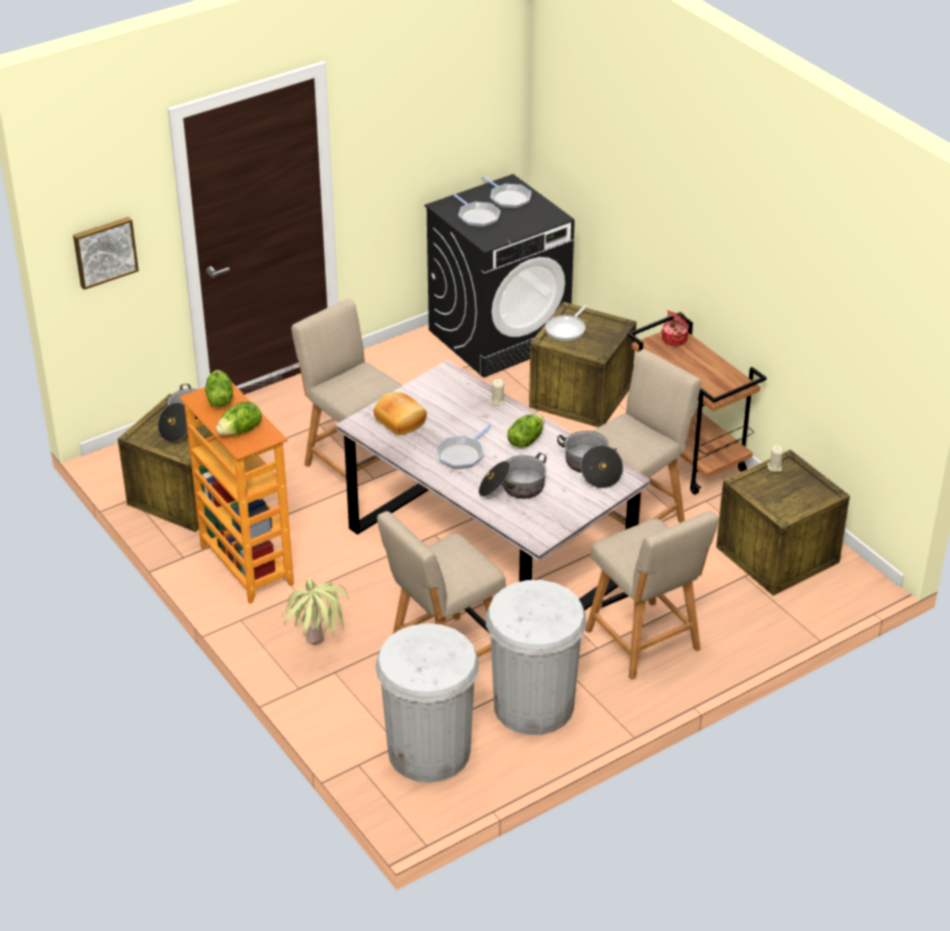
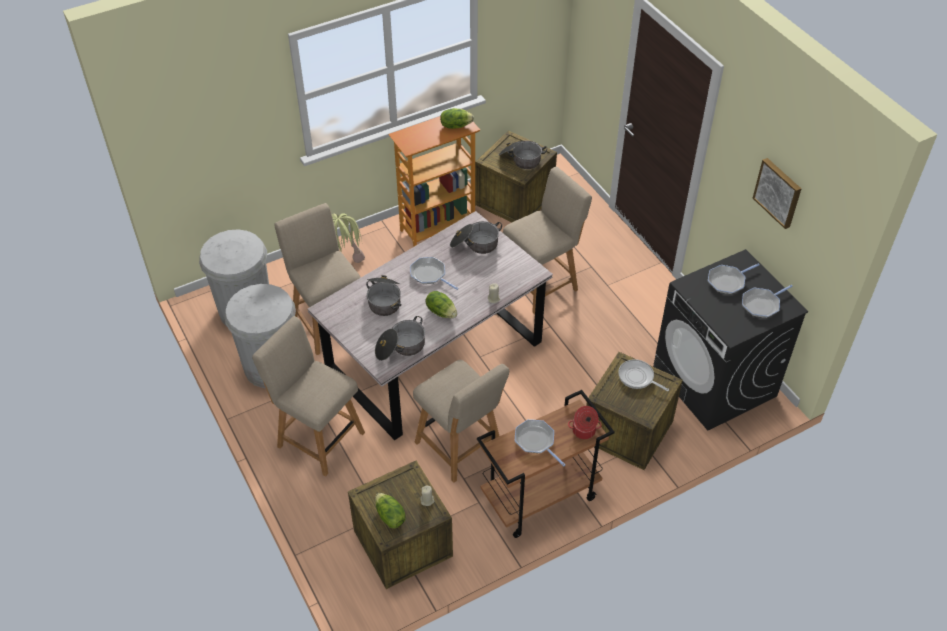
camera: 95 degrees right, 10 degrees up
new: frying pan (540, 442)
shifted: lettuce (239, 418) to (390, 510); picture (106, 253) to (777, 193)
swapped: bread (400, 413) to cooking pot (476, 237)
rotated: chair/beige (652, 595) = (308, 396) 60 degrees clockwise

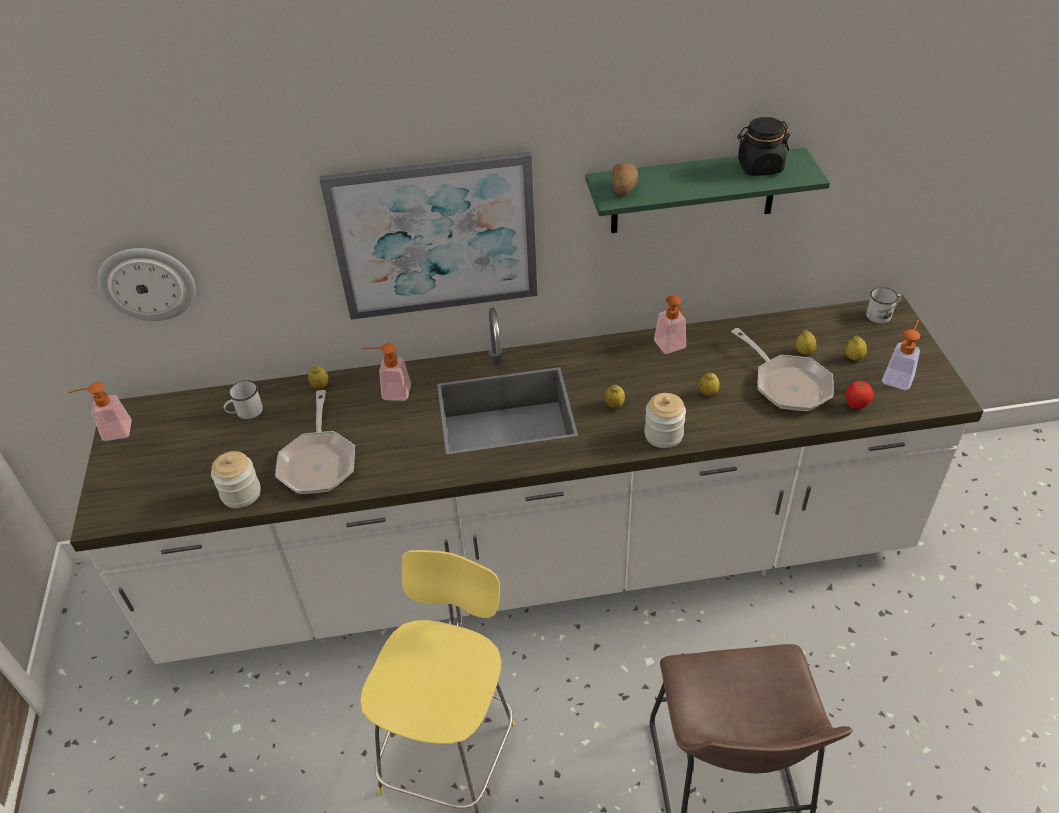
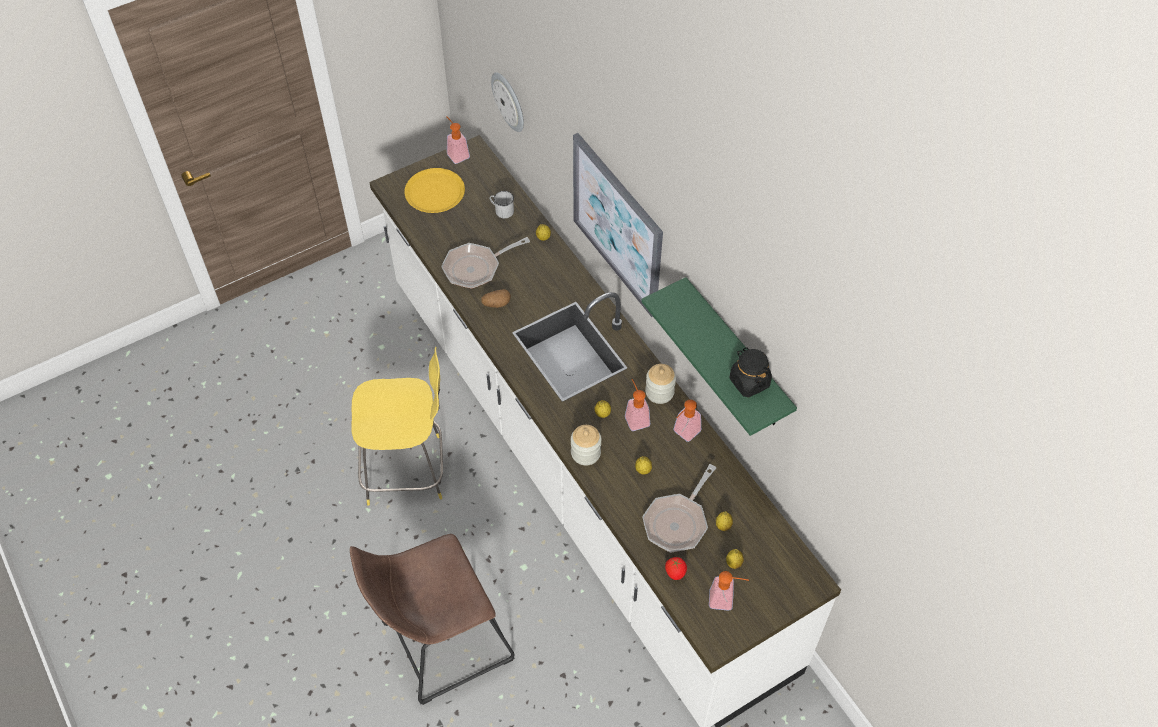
camera: 65 degrees right, 10 degrees up
gone: mug/white (884, 305)
new: plate/yellow (434, 190)
shifted: potato (625, 179) to (496, 298); soap dispenser (386, 372) to (637, 405); jar (236, 479) to (660, 384)

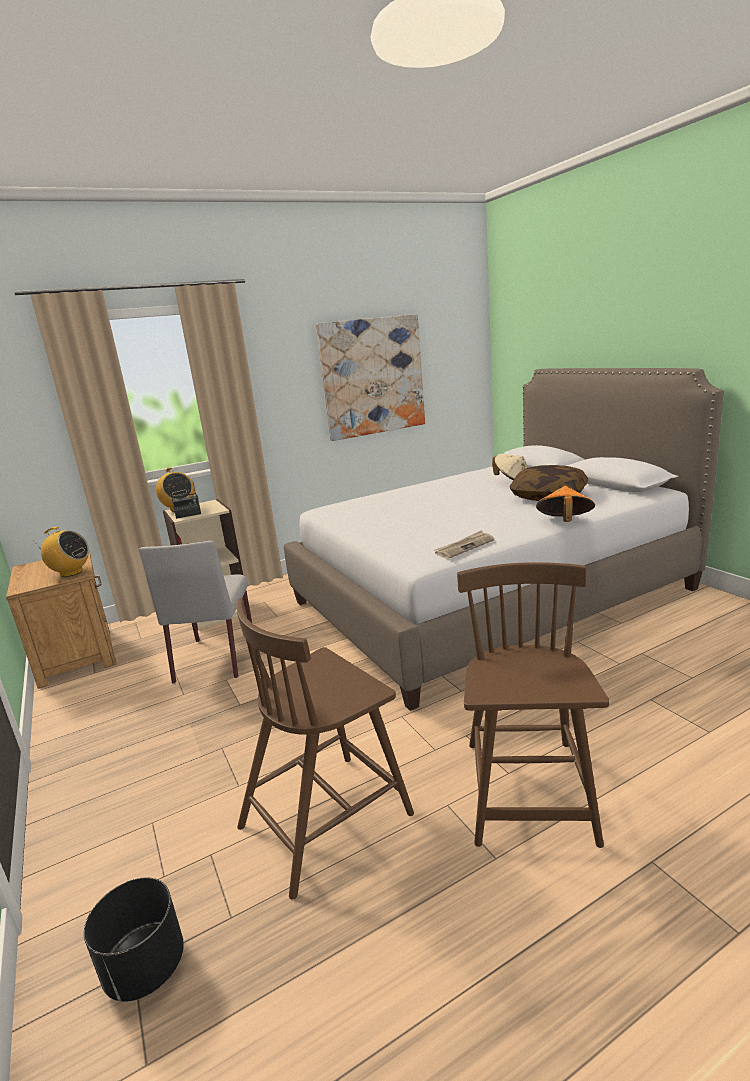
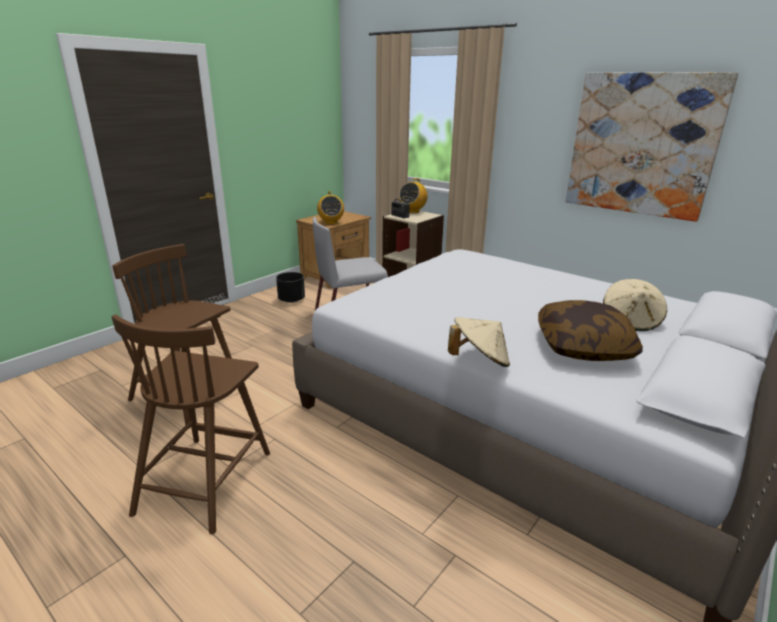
camera: 65 degrees right, 5 degrees up
gone: newspaper (465, 545)
shifted: planter/black (134, 940) to (290, 287)
repainted: hat/orange (565, 504) to hat/beige (479, 342)
rotated: chair/brown (533, 705) = (191, 424) 120 degrees clockwise

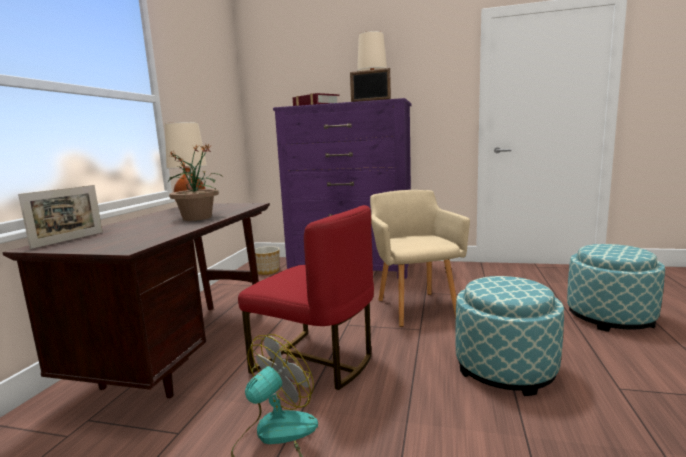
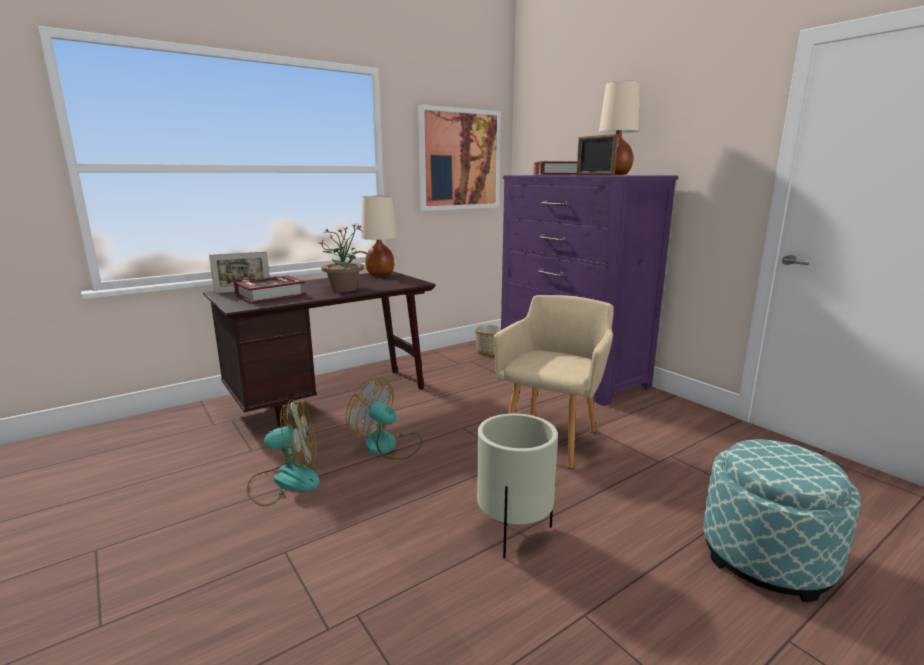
camera: 40 degrees right, 5 degrees up
new: book (270, 289); picture (459, 158)
swapped: chair/red (306, 297) to fan (384, 419); ottoman (509, 336) to planter/beige (517, 486)

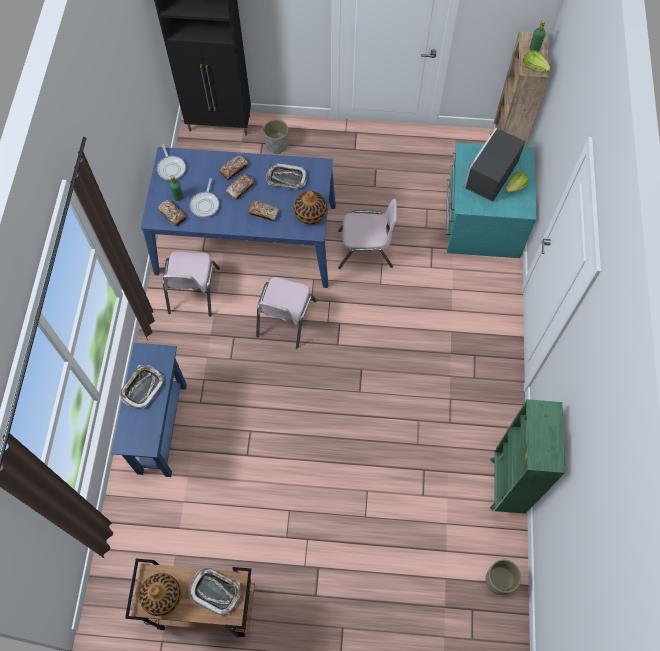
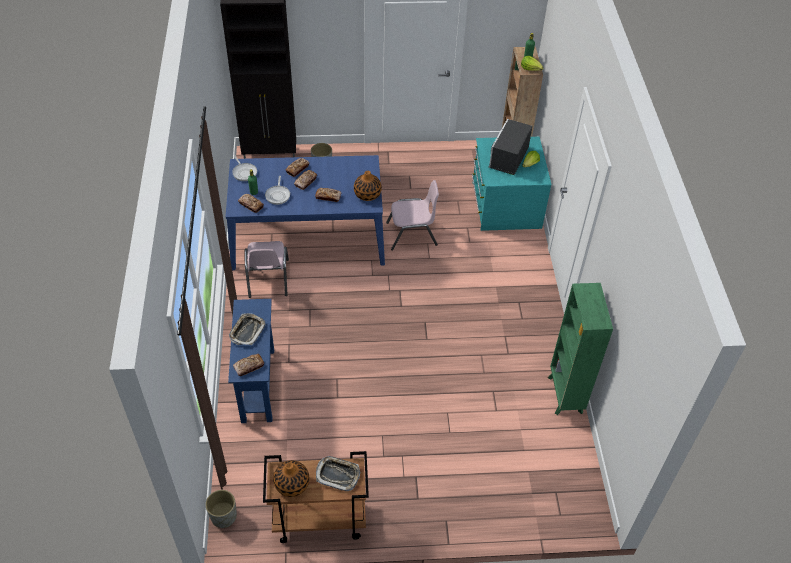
camera: 10 degrees left, 15 degrees down
gone: chair/pink (286, 312); tray (286, 176)
new: bread (248, 365)
shifted: planter/grey (503, 577) to (221, 509)

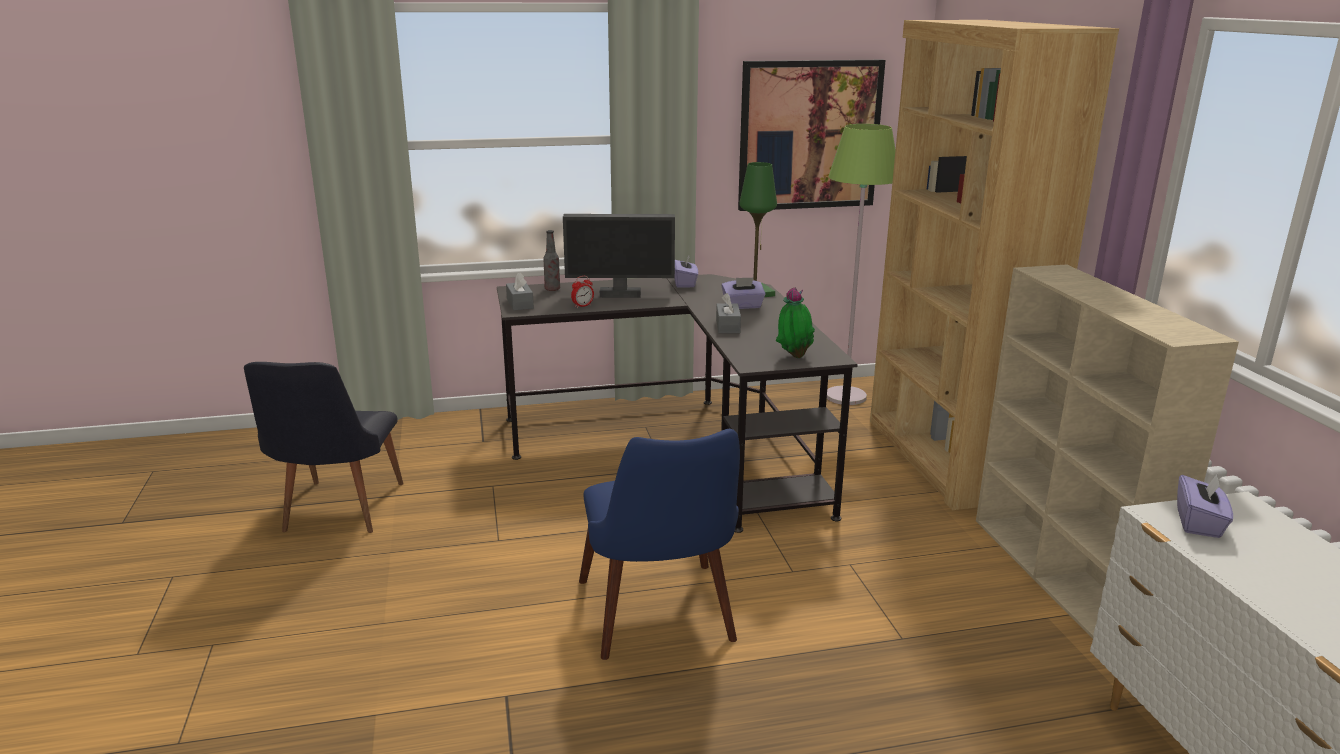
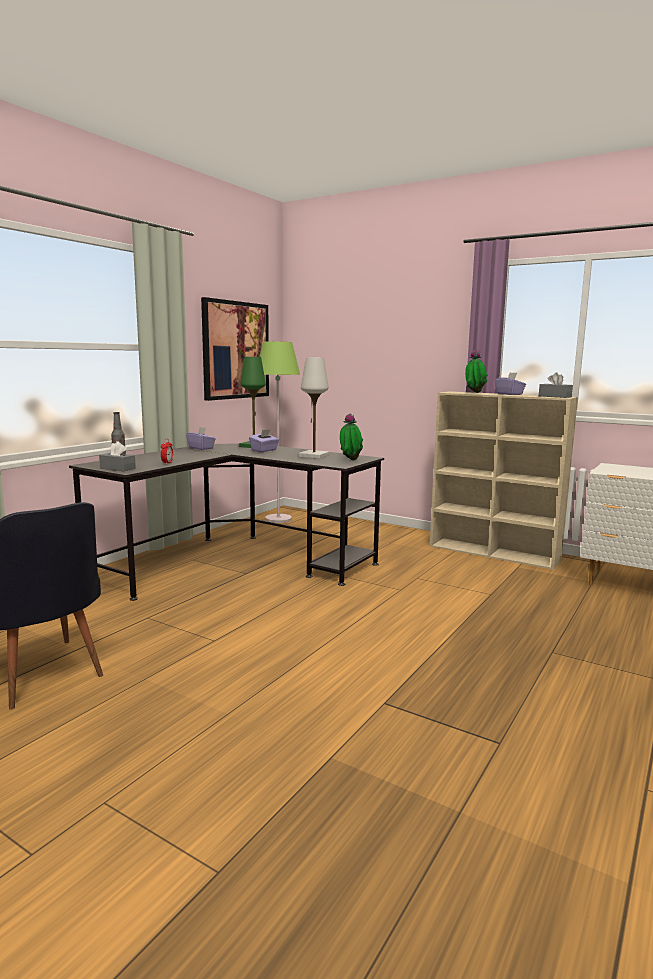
camera: 45 degrees left, 10 degrees down
gone: monitor (619, 256); chair/blue (659, 544); bookcase/brown (994, 265)
new: table lamp/white (314, 408); potted plant (476, 371)
shifted: tissue box/purple (1205, 506) to (510, 384); tissue box/grey (728, 313) to (556, 385)

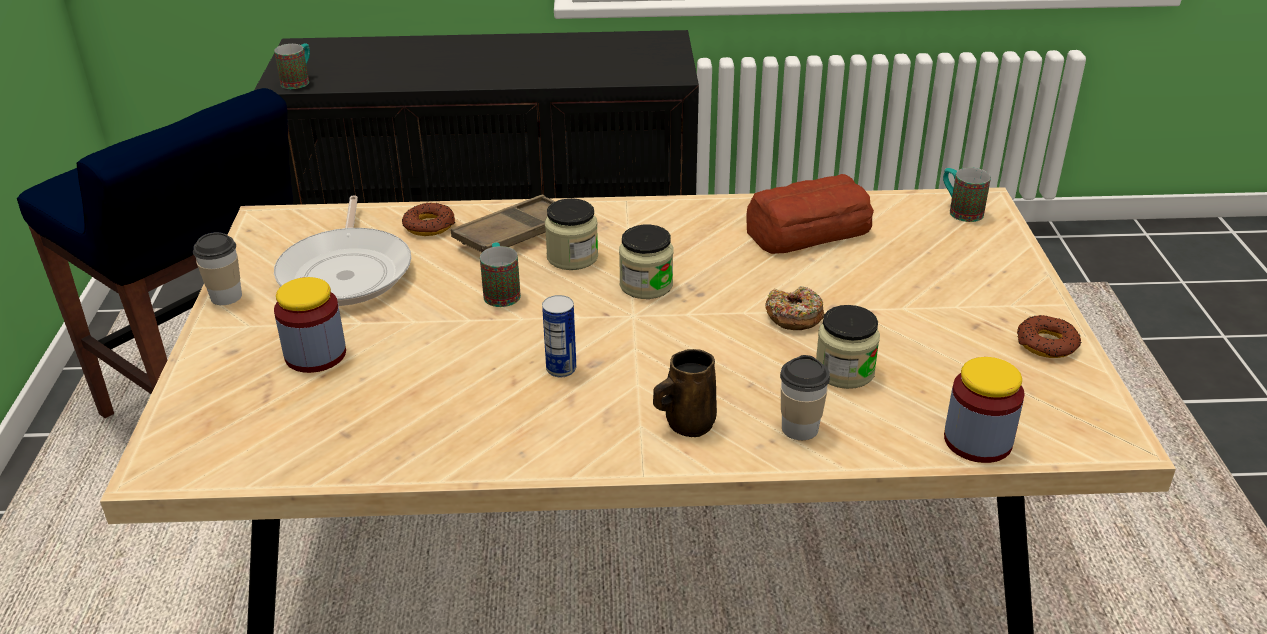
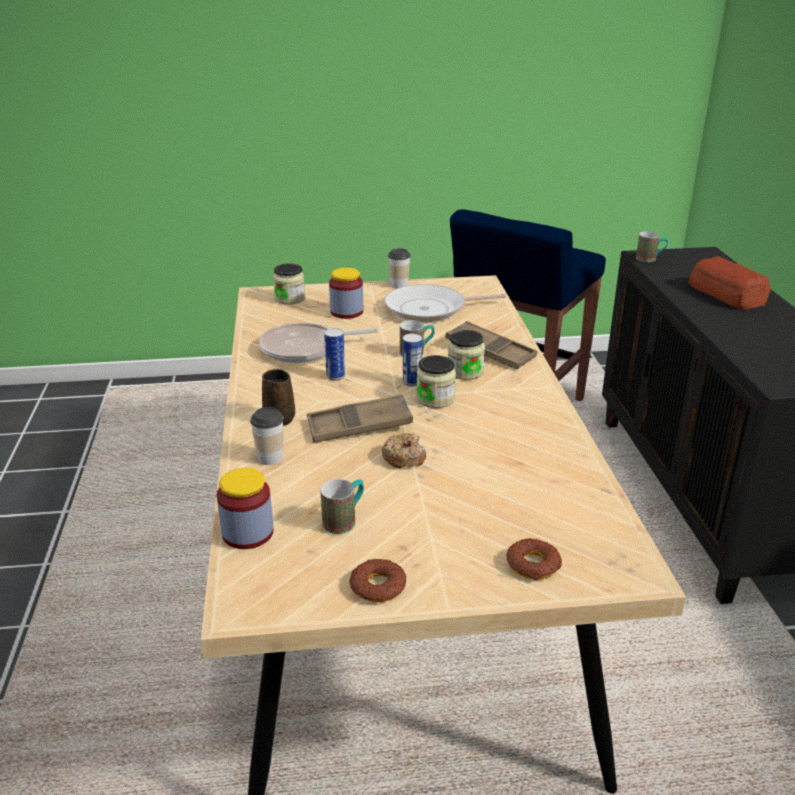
camera: 85 degrees right, 5 degrees down
new: frying pan (319, 342); tray/brown (360, 418); can (412, 360)
shifted: jar (848, 347) to (289, 284); mug (967, 194) to (342, 506); donut (428, 219) to (534, 559); bread (810, 214) to (730, 283)

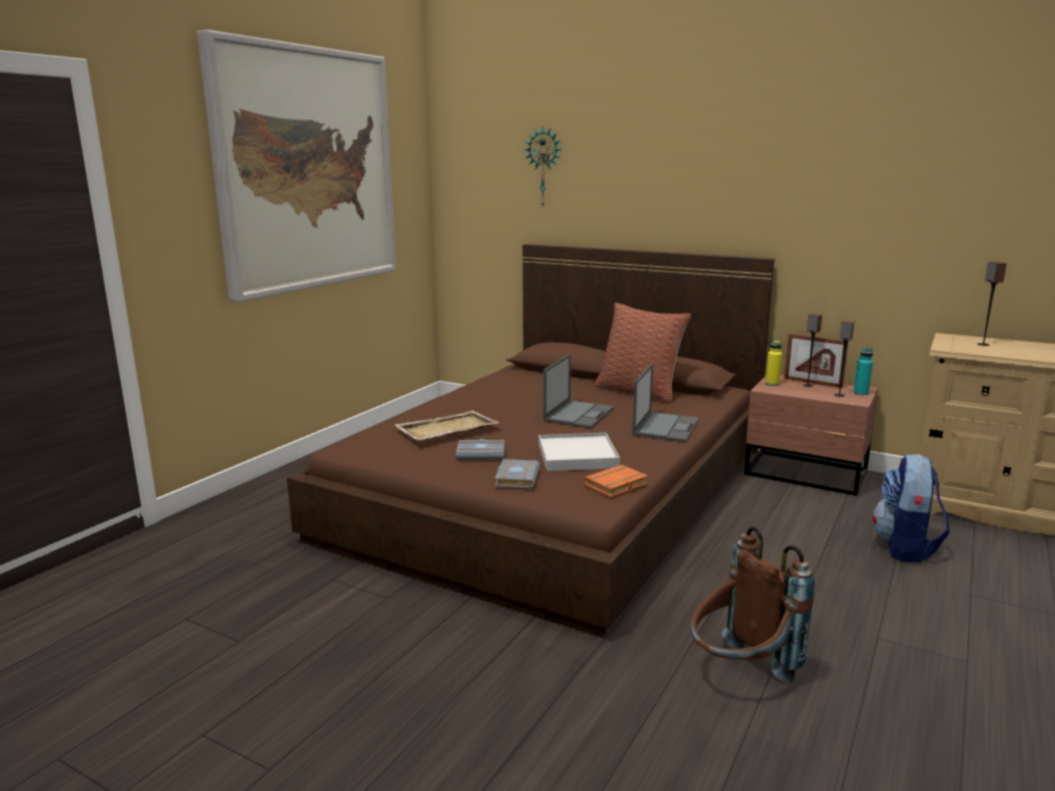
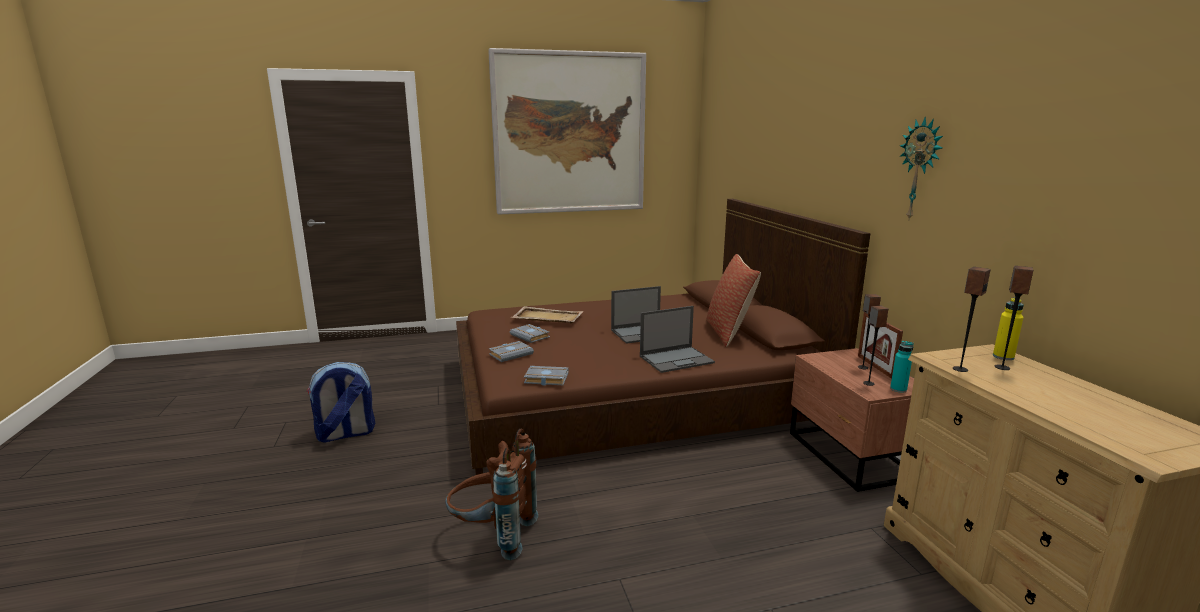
camera: 45 degrees right, 0 degrees up
gone: tray/white (579, 452)
new: speaker (972, 319)
shifted: backpack (911, 508) to (341, 402); wall clock (543, 167) to (921, 168); bottle/yellow (773, 363) to (1008, 328)
repainted: book/orange (616, 481) to book/grey (546, 375)

